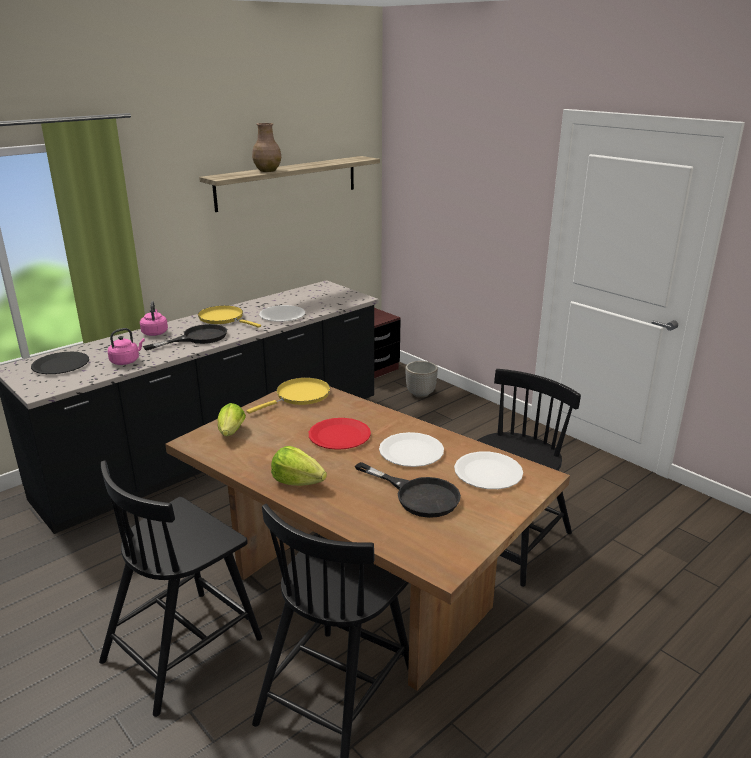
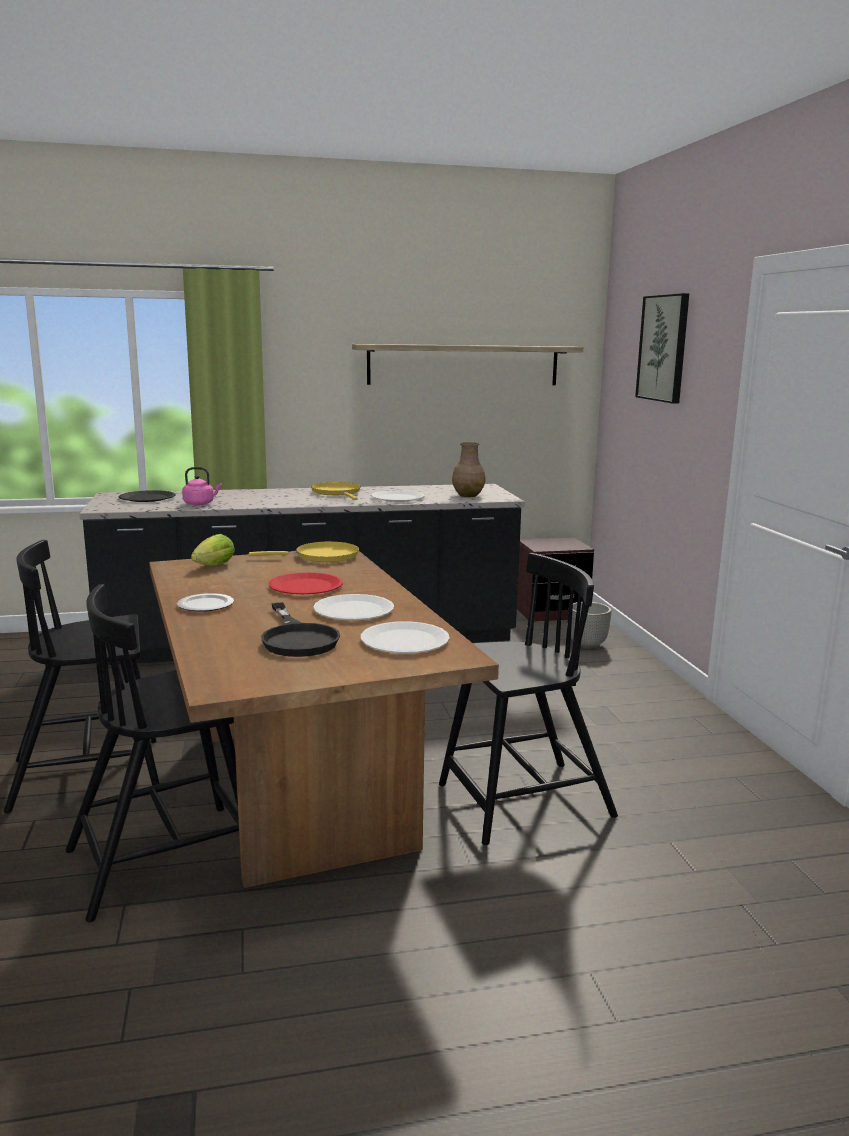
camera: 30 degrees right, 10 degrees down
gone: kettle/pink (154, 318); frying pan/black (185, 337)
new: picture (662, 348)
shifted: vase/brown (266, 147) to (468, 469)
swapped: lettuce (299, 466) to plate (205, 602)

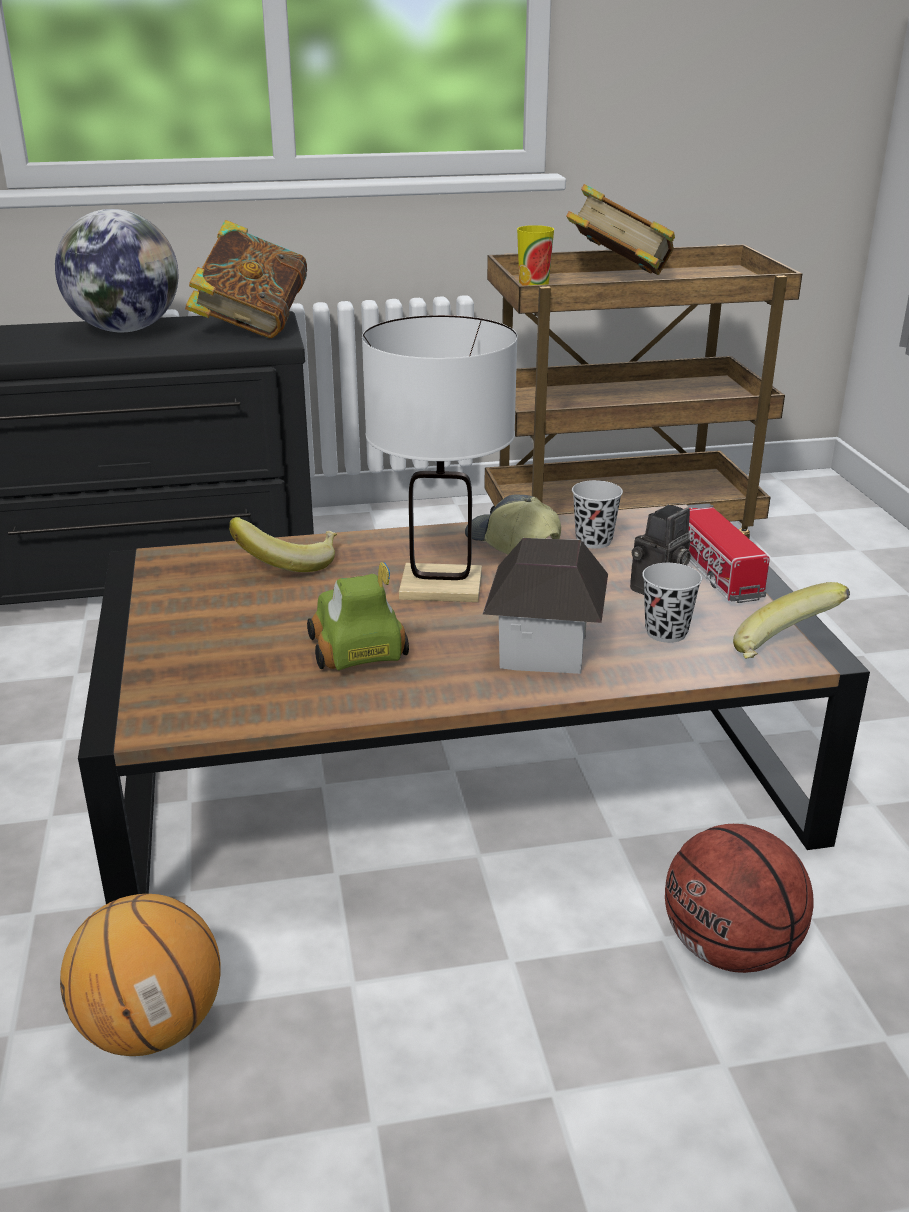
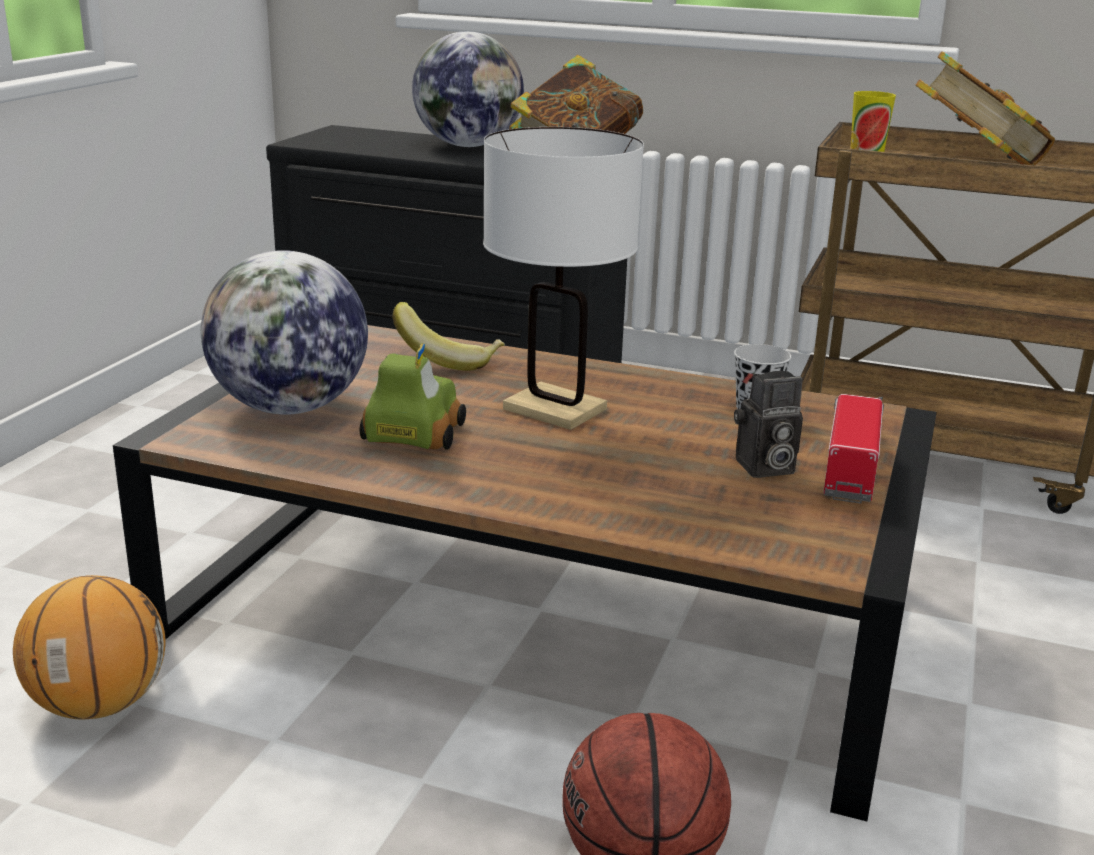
camera: 30 degrees right, 5 degrees down
gone: cap (513, 524); toy house (545, 606); cup/black (672, 603); banana (791, 620)
new: globe (284, 332)

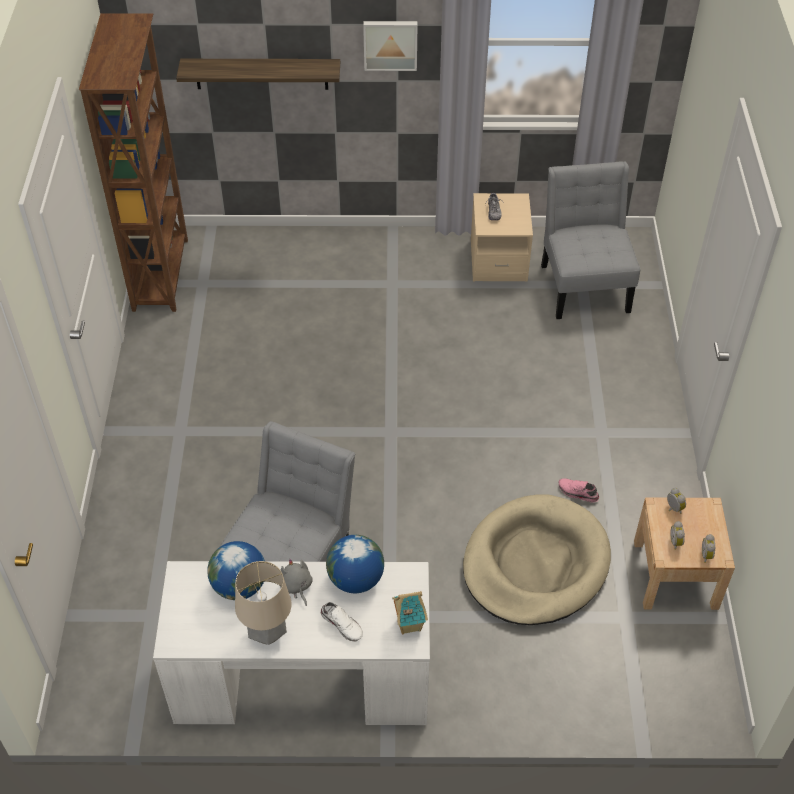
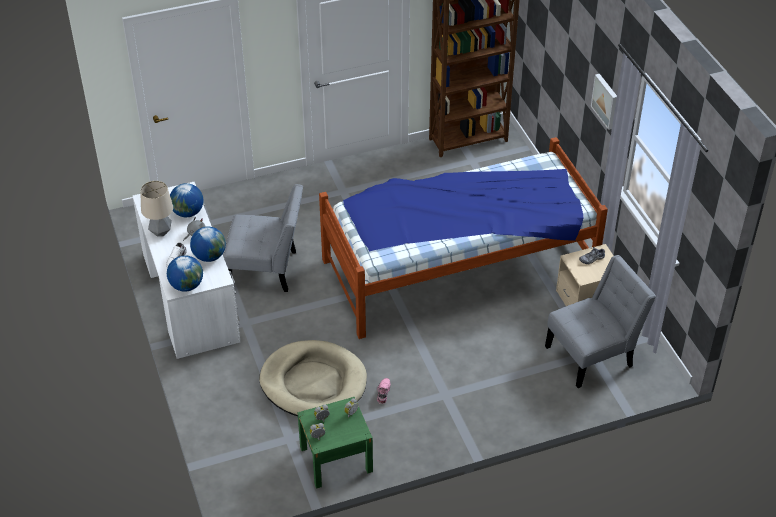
camera: 70 degrees right, 5 degrees down
gone: shelf (258, 74)
new: bed (463, 238)
swapped: toy house (410, 612) to globe (185, 273)
repainted: nightstand/beige (684, 554) to nightstand/green (335, 443)

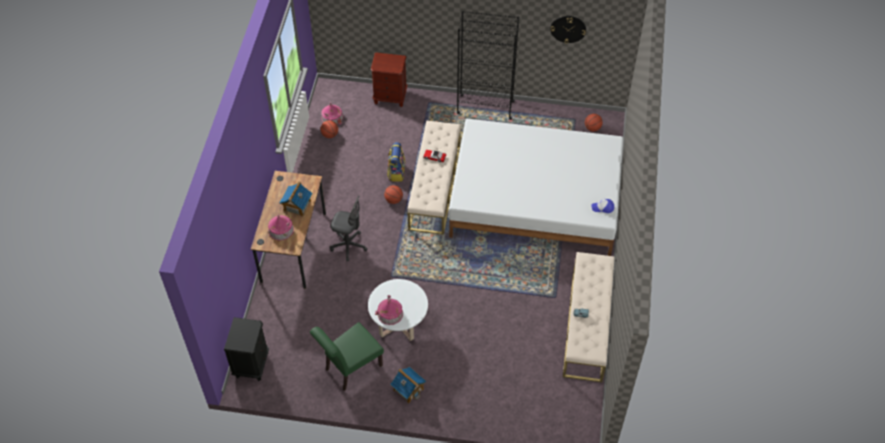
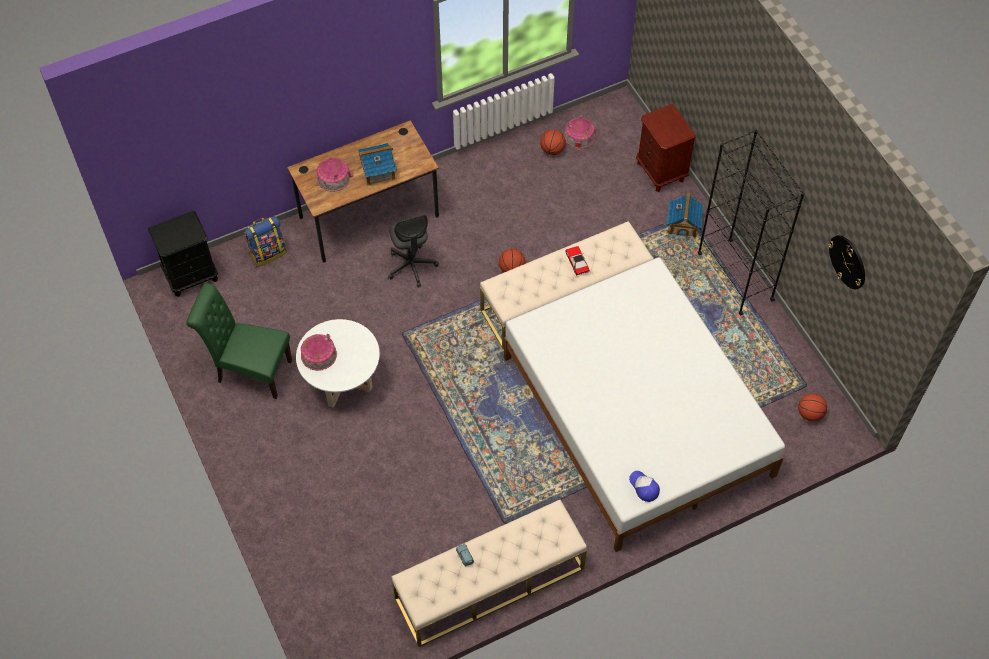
camera: 55 degrees right, 5 degrees up
shifted: backpack (396, 162) to (265, 241); toy house (408, 385) to (685, 216)

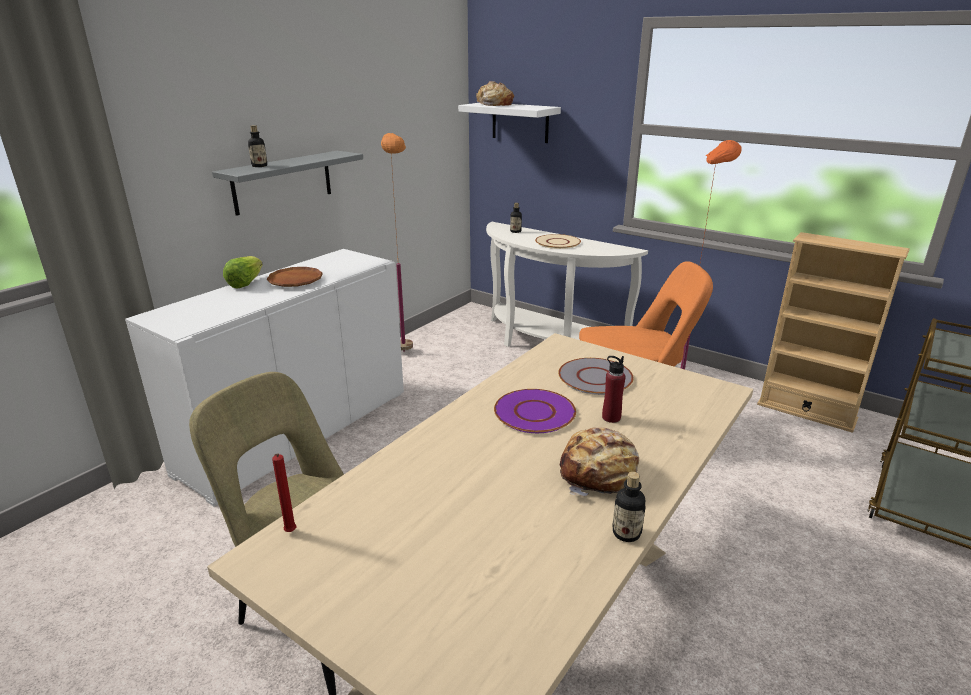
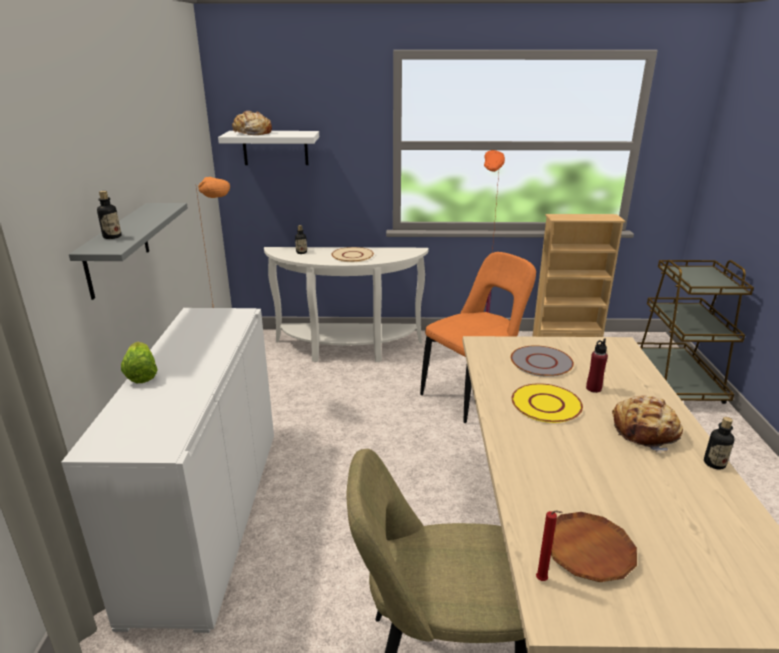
camera: 35 degrees left, 0 degrees up
shifted: plate/brown (294, 277) to (594, 547)
repainted: plate/purple (535, 411) to plate/yellow (547, 403)

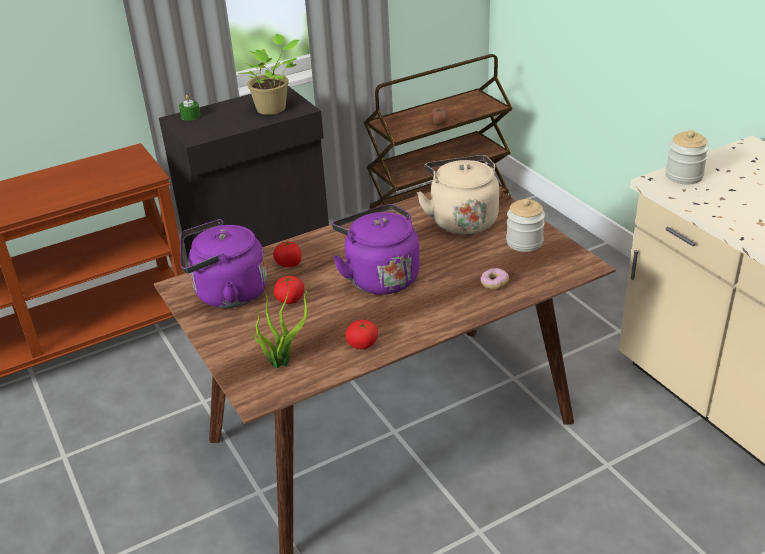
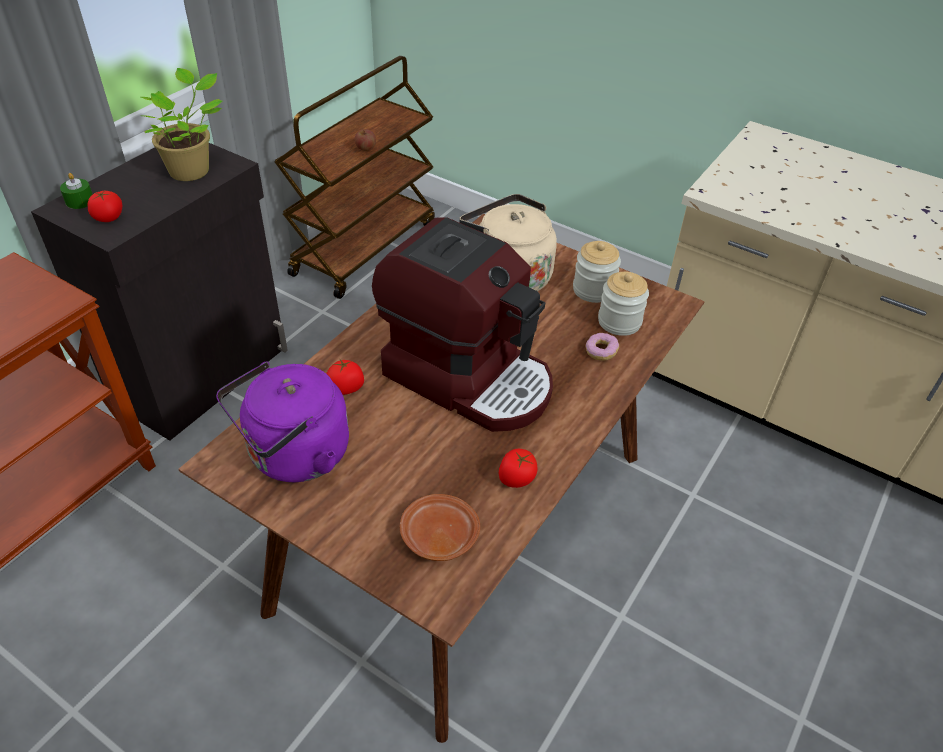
camera: 30 degrees left, 10 degrees up
shifted: tomato (289, 290) to (105, 206); jar (687, 157) to (623, 304)
swapped: kettle/purple (376, 249) to coffee machine (462, 325); potted plant (281, 326) to plate/brown (440, 527)

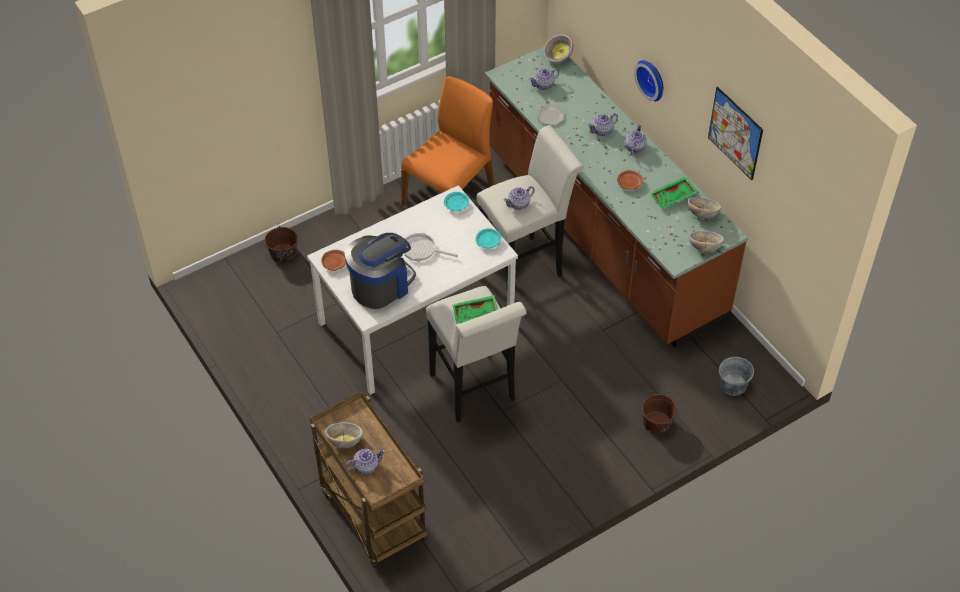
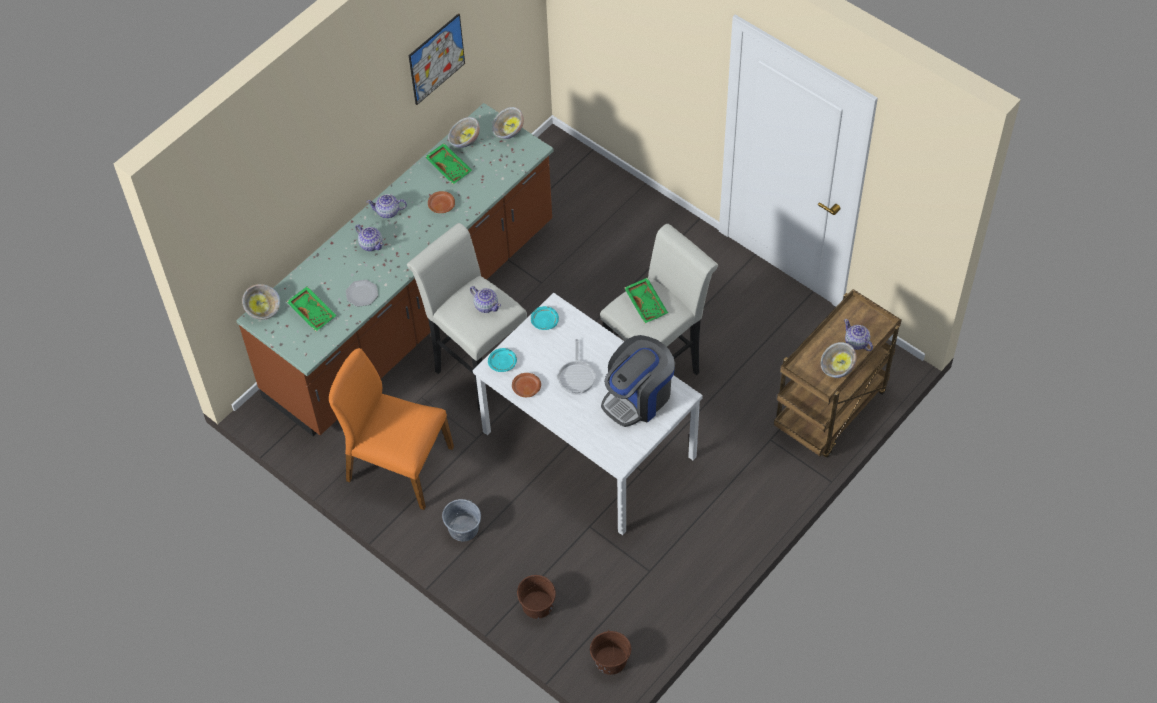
camera: 105 degrees left, 5 degrees up
gone: wall clock (648, 80)
shifted: bucket/grey (736, 376) to (461, 520); plate/brown (333, 260) to (526, 385); bucket/brown (659, 414) to (610, 652)
swapped: teapot (544, 79) to tray/green (311, 308)
rotated: coffee machine (380, 271) = (638, 381) 75 degrees counterclockwise

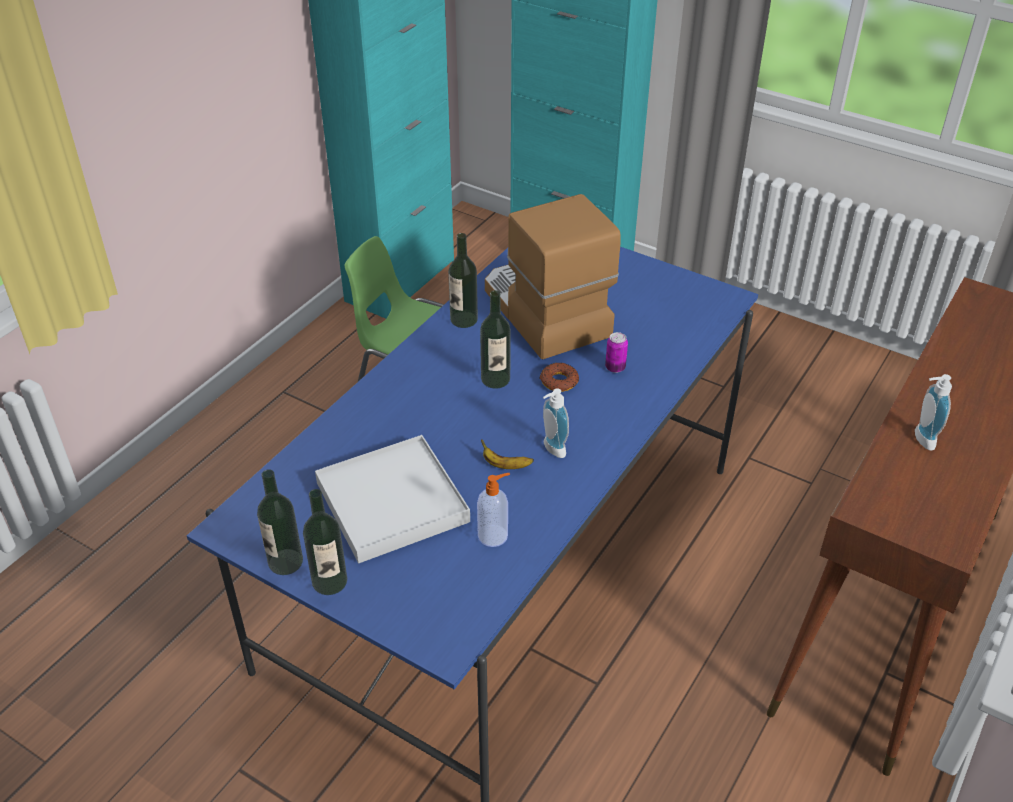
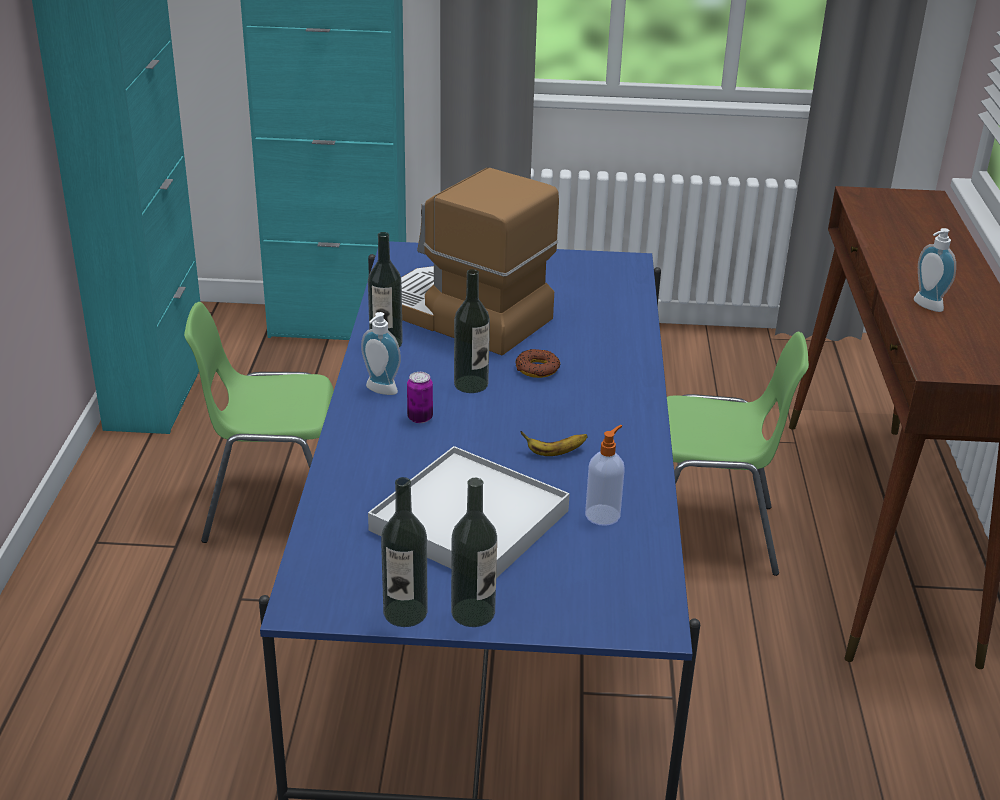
camera: 30 degrees left, 10 degrees down
new: chair/green (738, 453)
shifted: soap dispenser (556, 423) to (381, 353); can (616, 352) to (420, 397)

